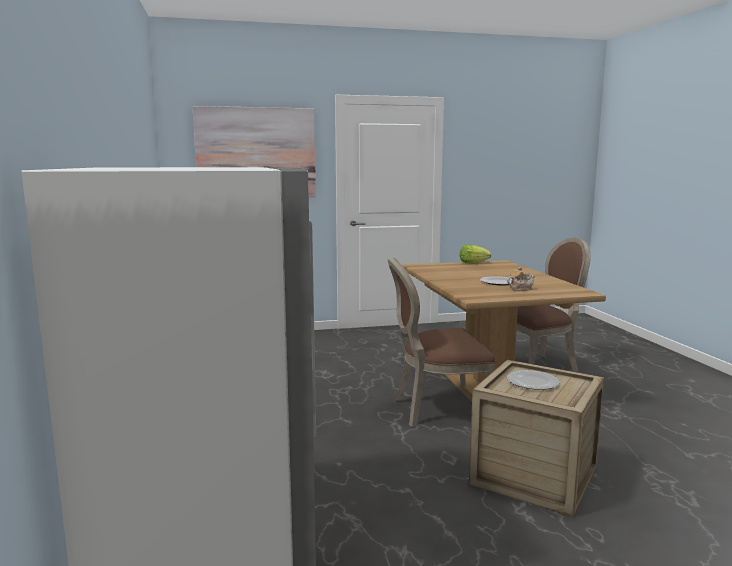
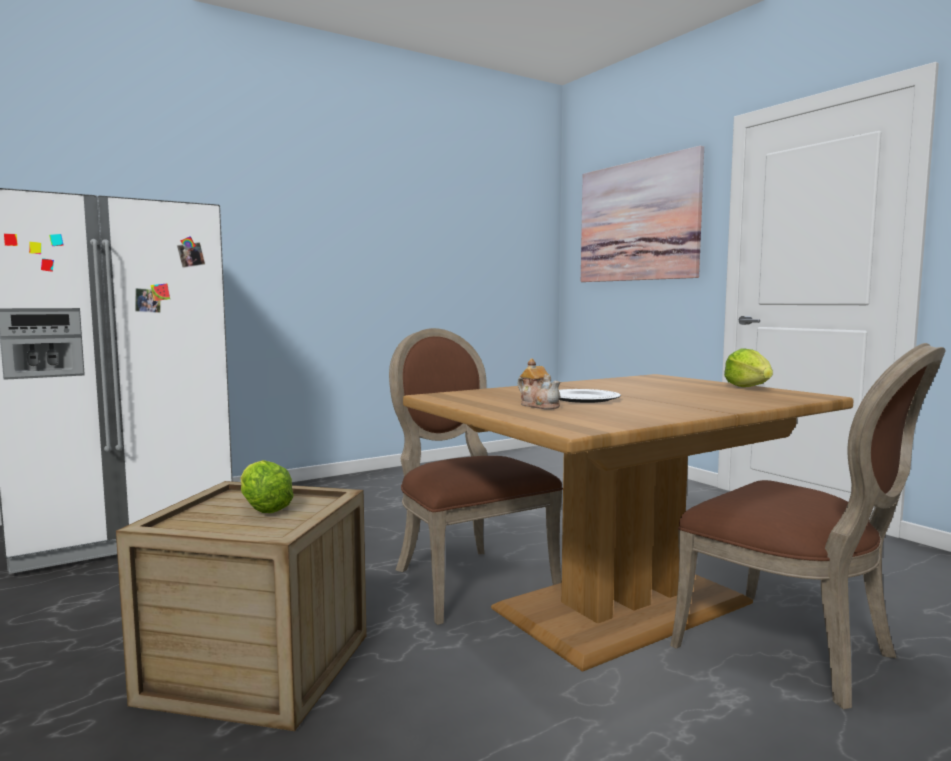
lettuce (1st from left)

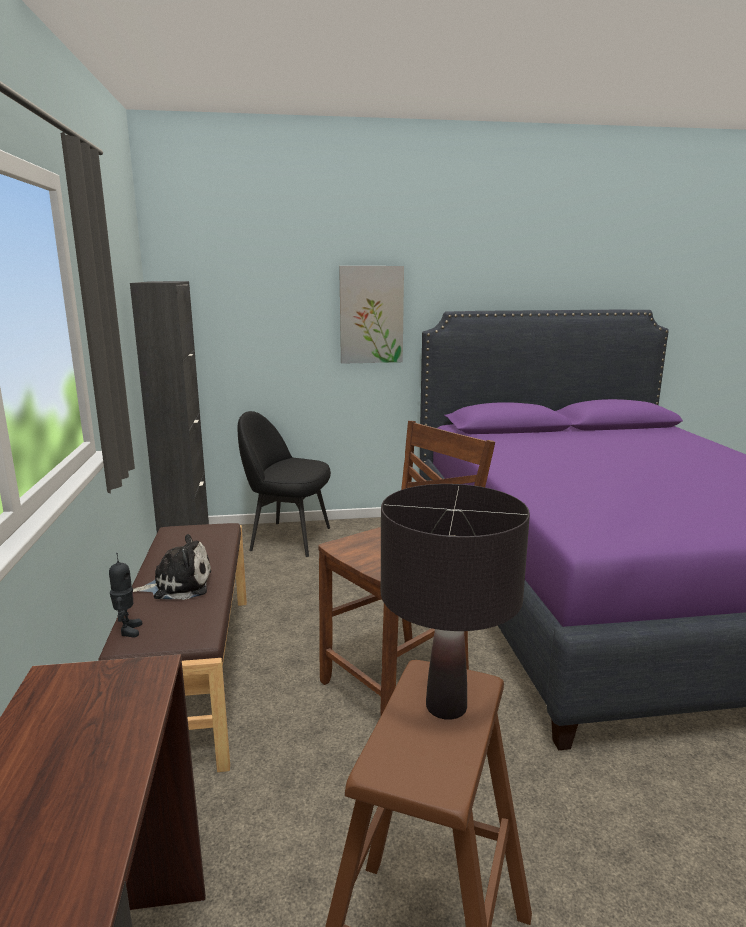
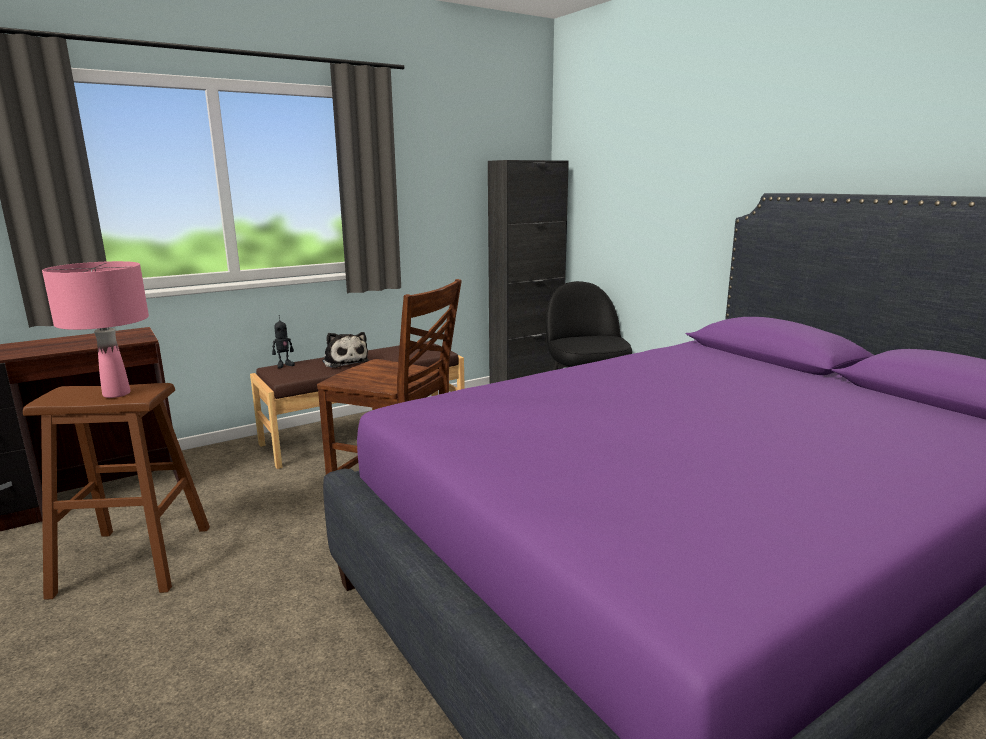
picture; table lamp (pink)

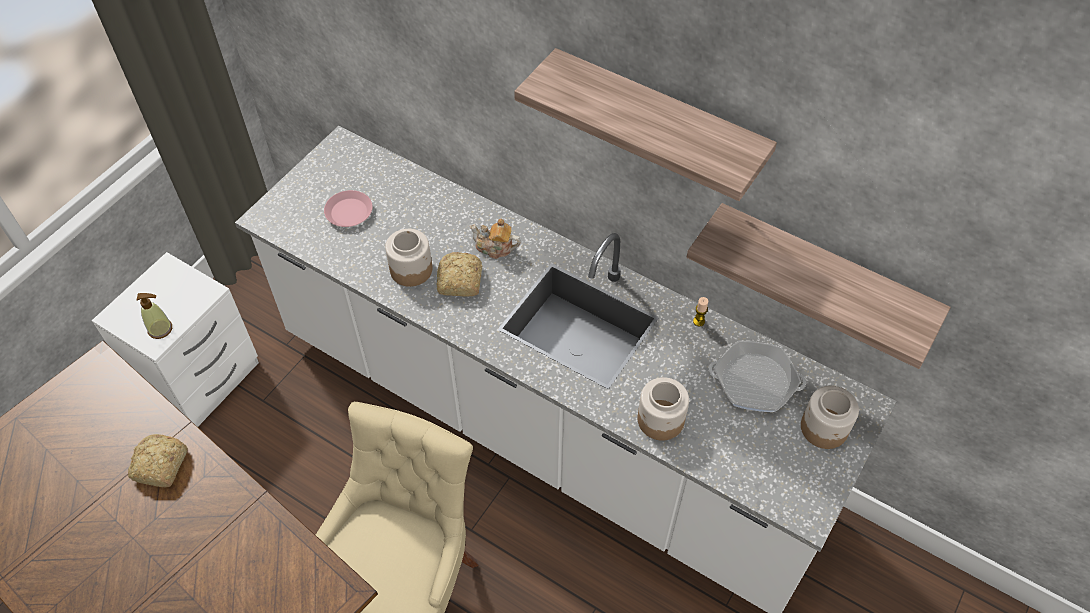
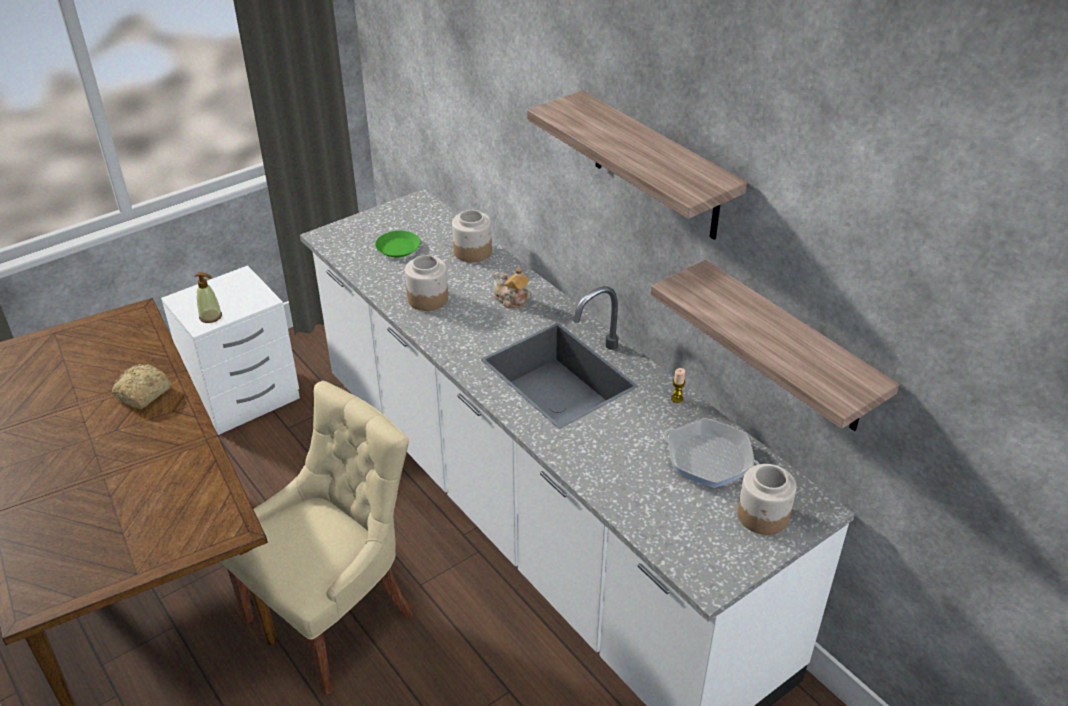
plate (green); bread (2nd from left in the first image); jar (2nd from left)

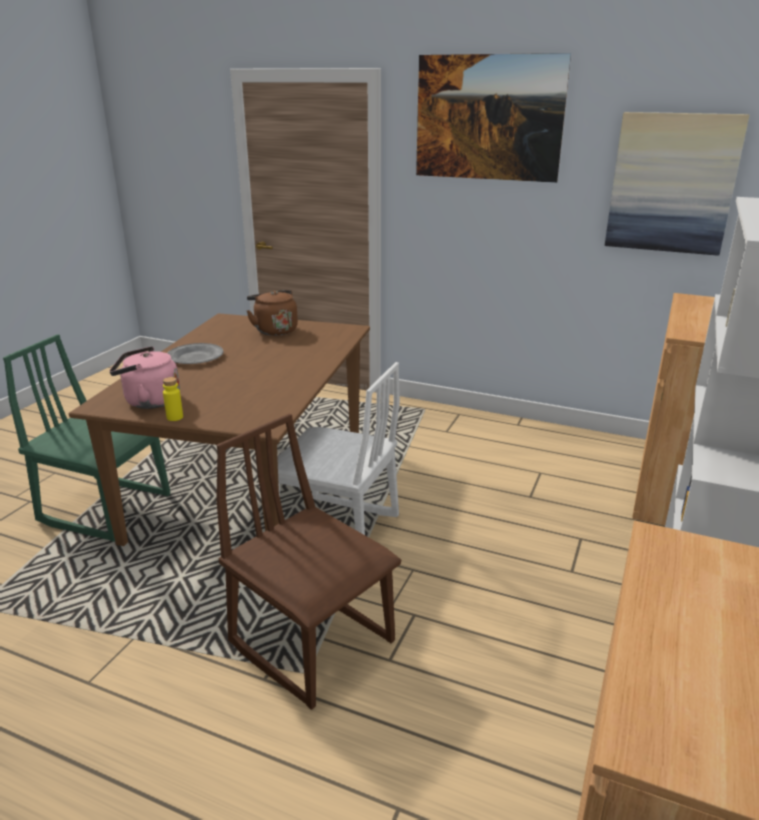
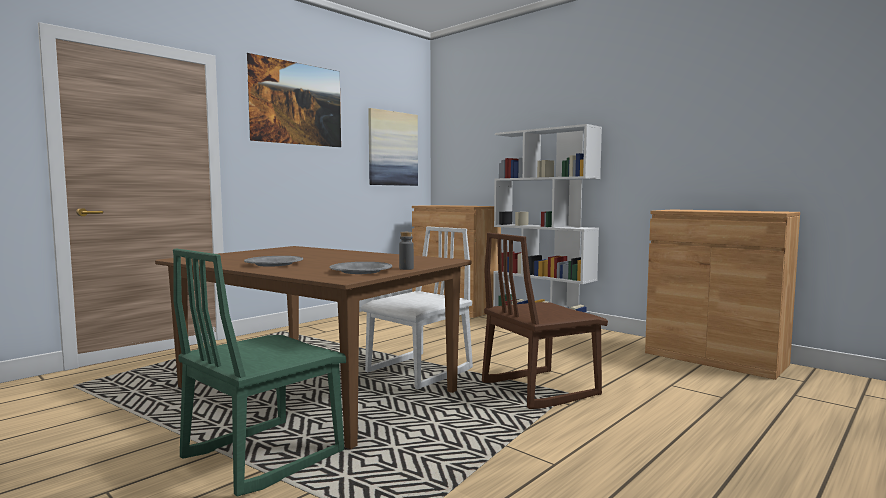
kettle (brown); plate (grey) (2nd from left); bottle (grey)

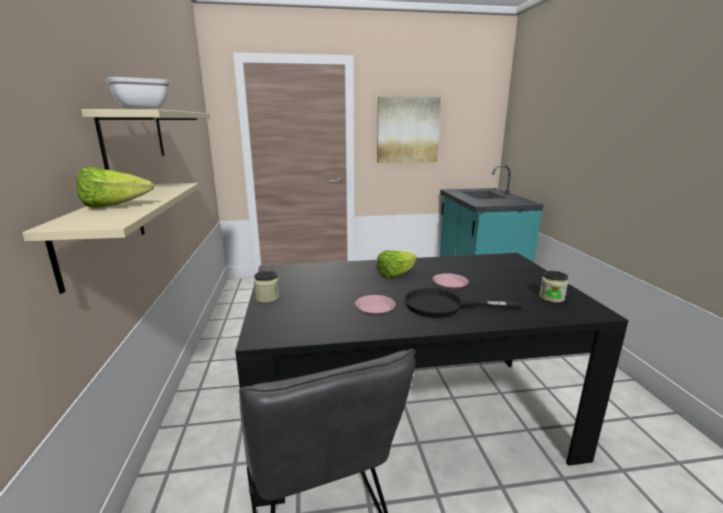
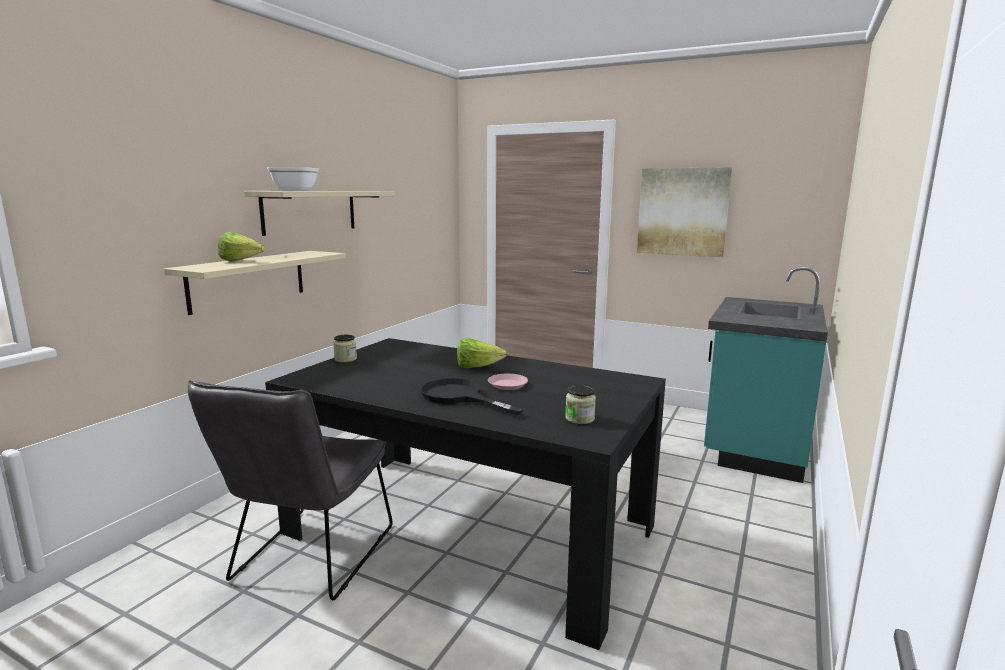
plate (pink) (1st from left in the first image)

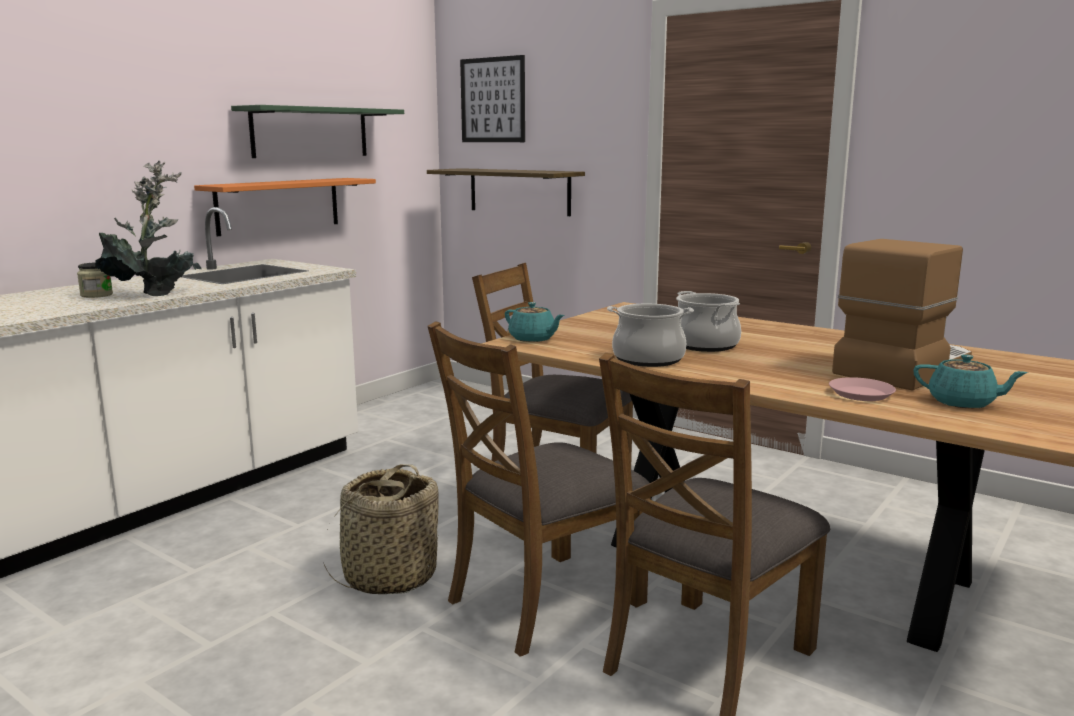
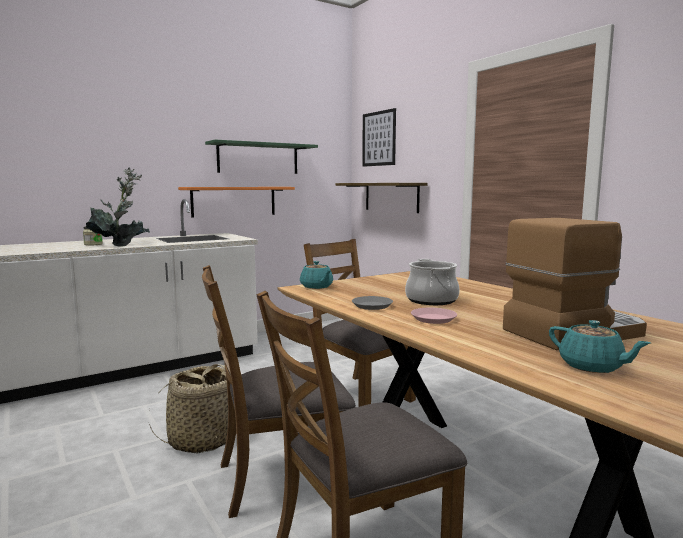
plate (grey); plate (pink)

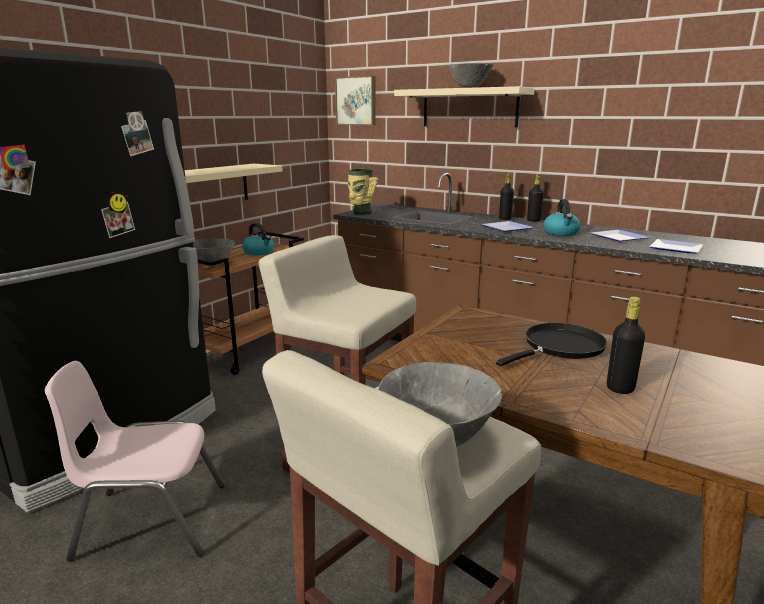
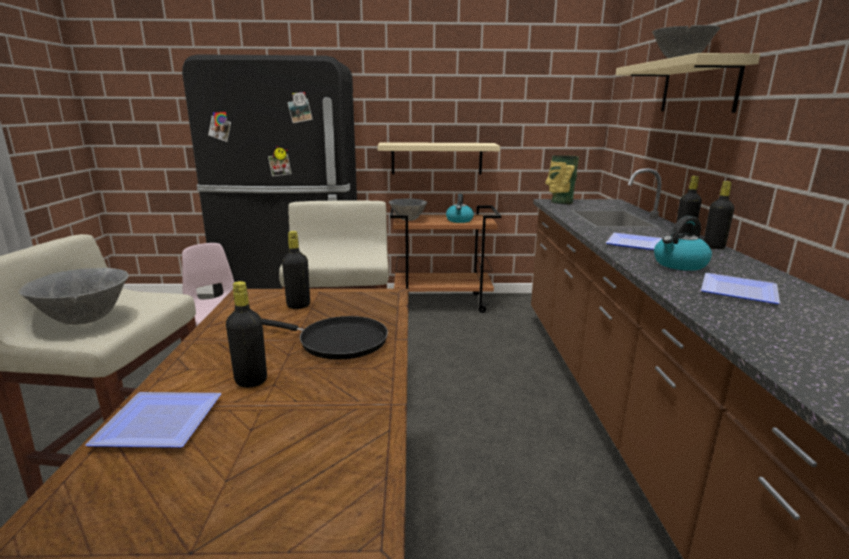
picture; plate (1st from left); bottle (black) (2nd from left)

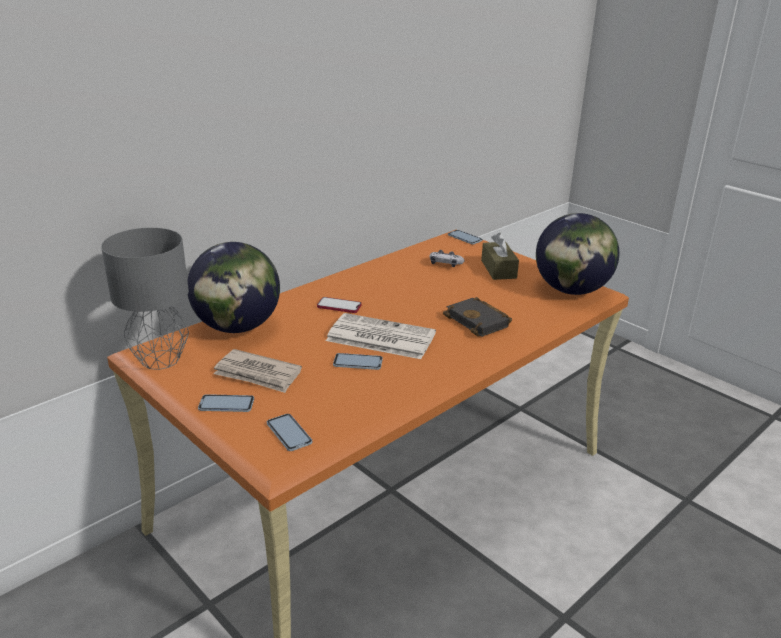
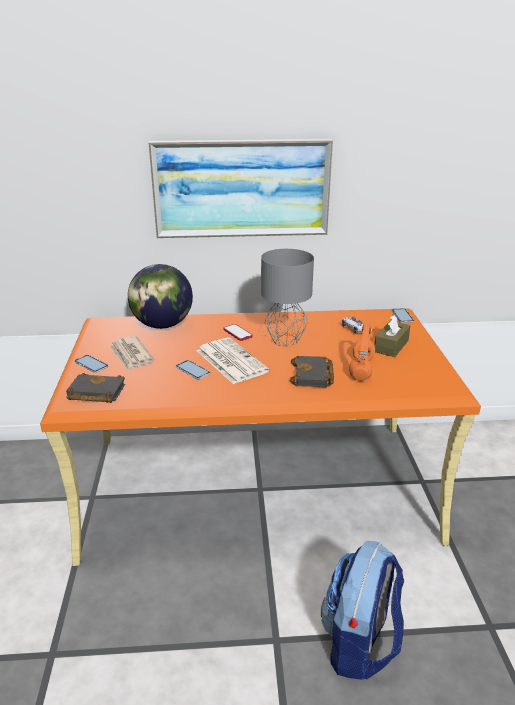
globe (2nd from left in the first image); table lamp (grey); book (black) (1st from left); picture; headphones (orange); backpack

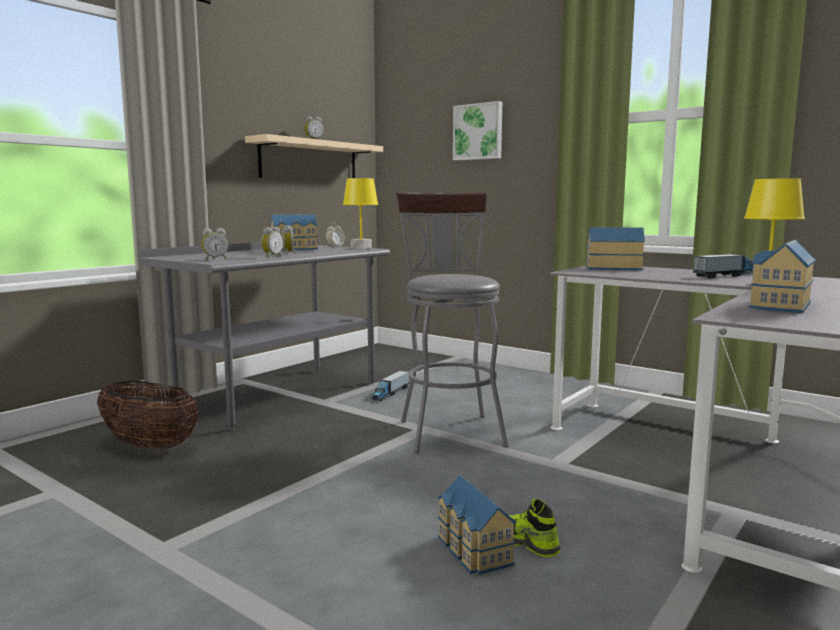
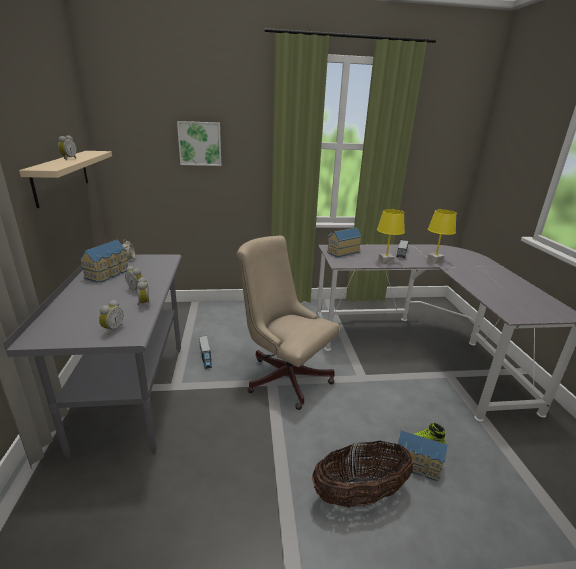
table lamp (yellow) (1st from left); office chair (beige); toy house (4th from left in the first image); basket

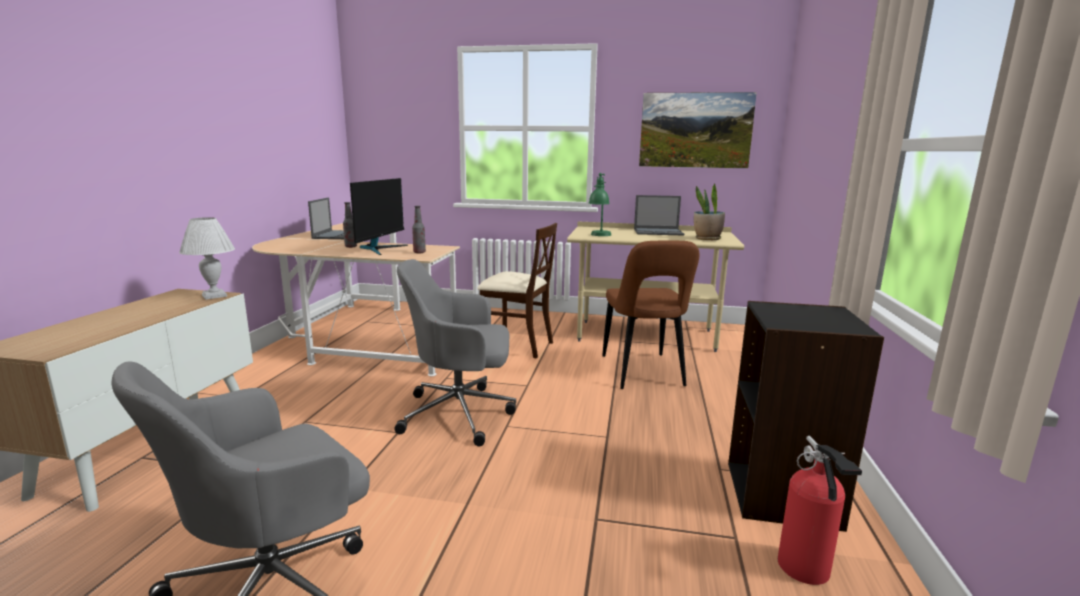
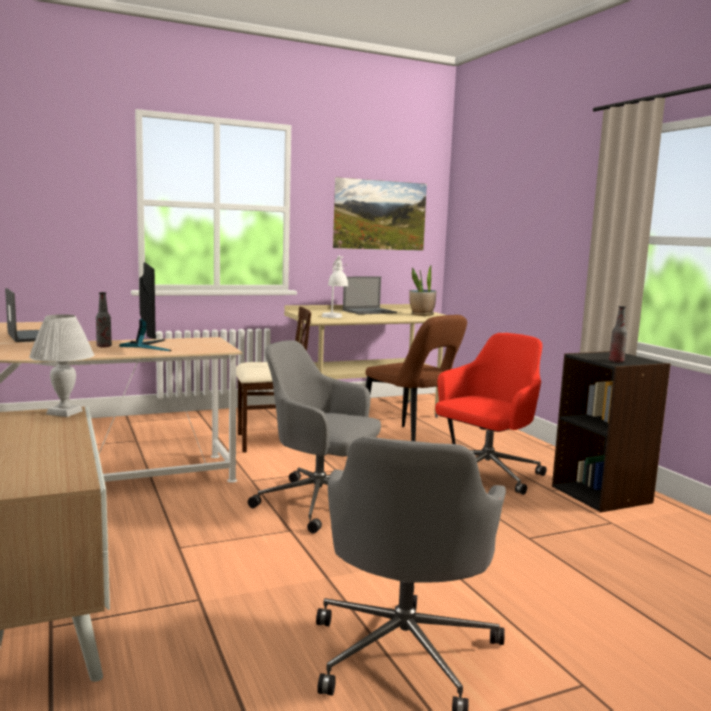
table lamp (white) (2nd from left); bottle (2nd from left); office chair (grey) (1st from left); fire extinguisher; office chair (red)

